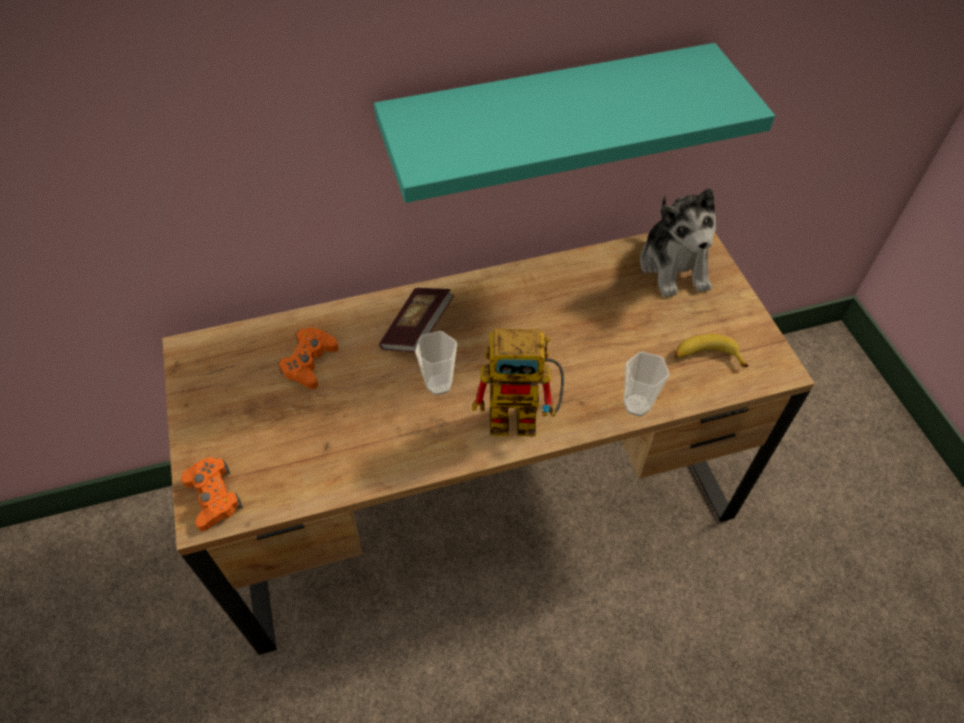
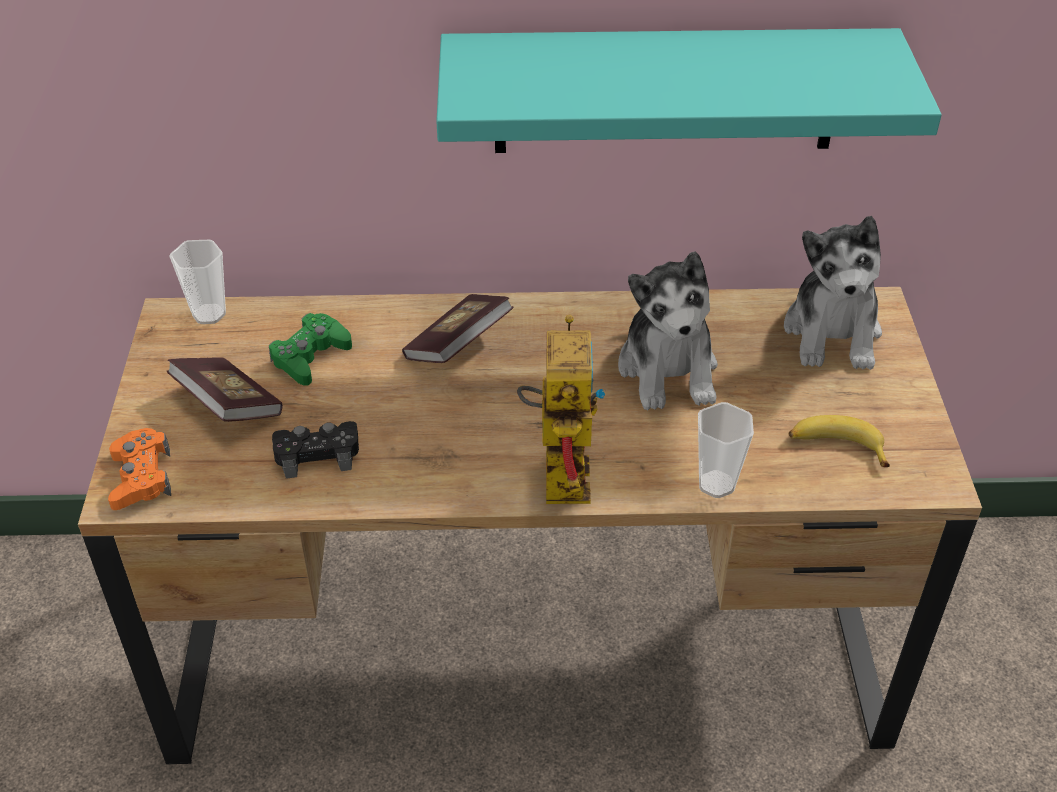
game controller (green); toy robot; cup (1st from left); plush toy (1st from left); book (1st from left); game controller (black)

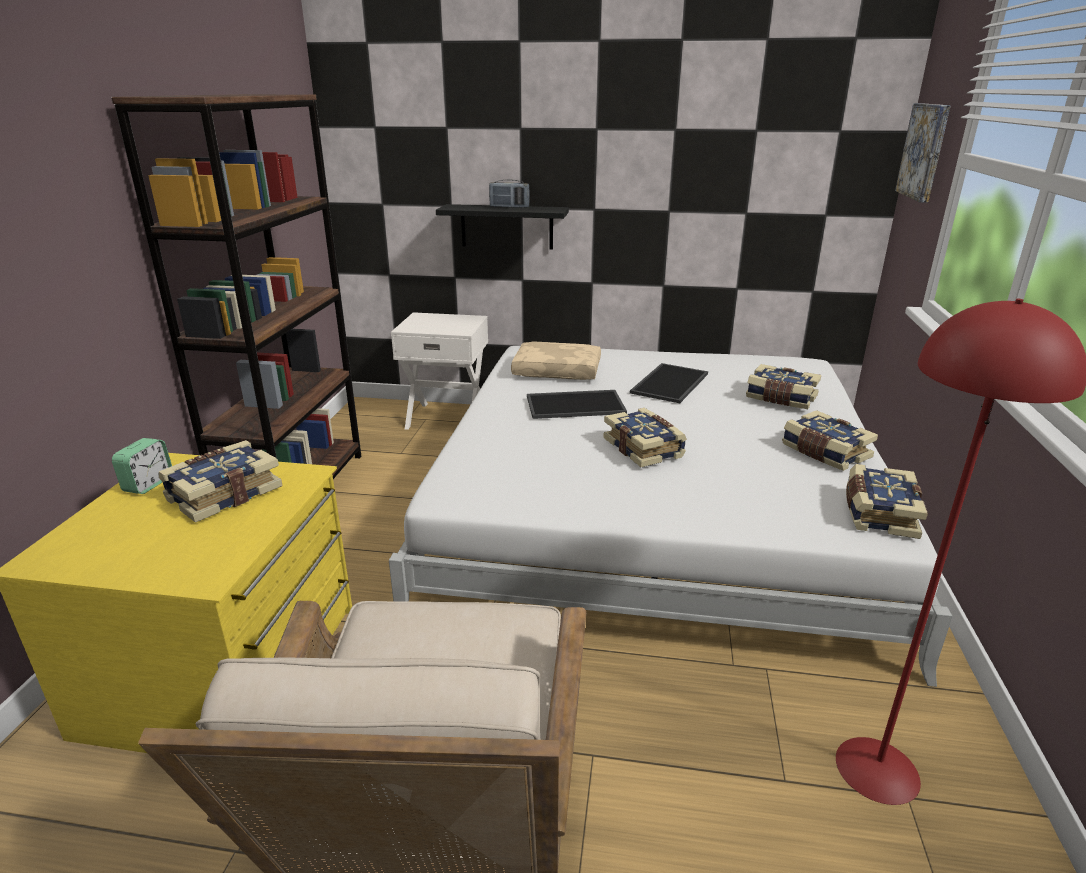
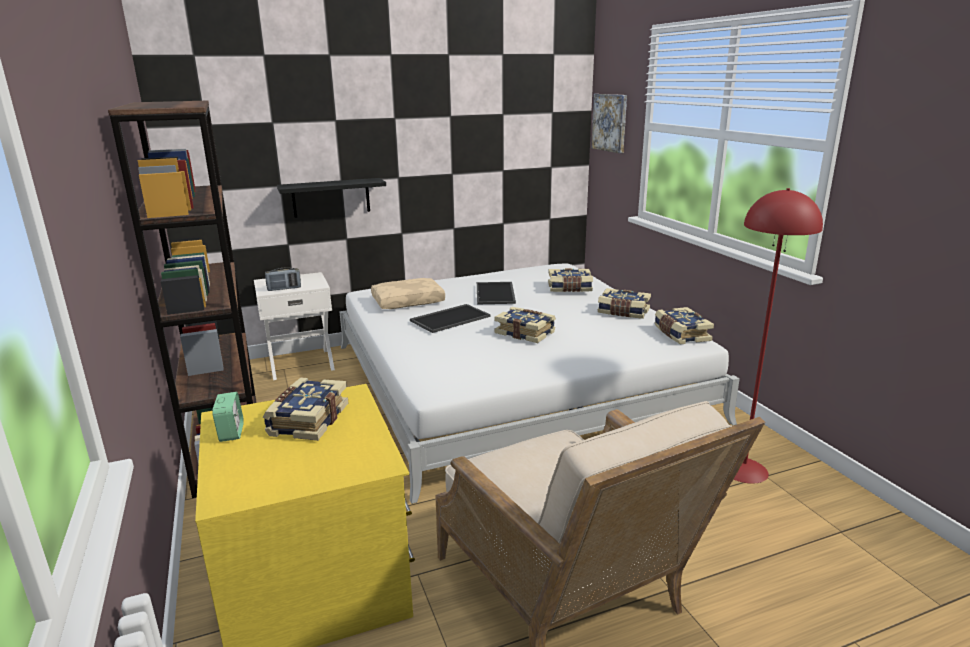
radio

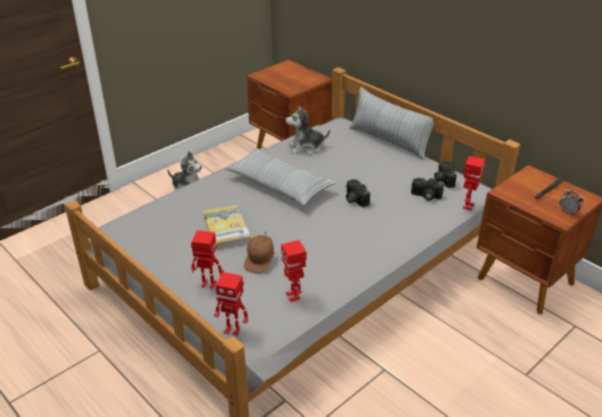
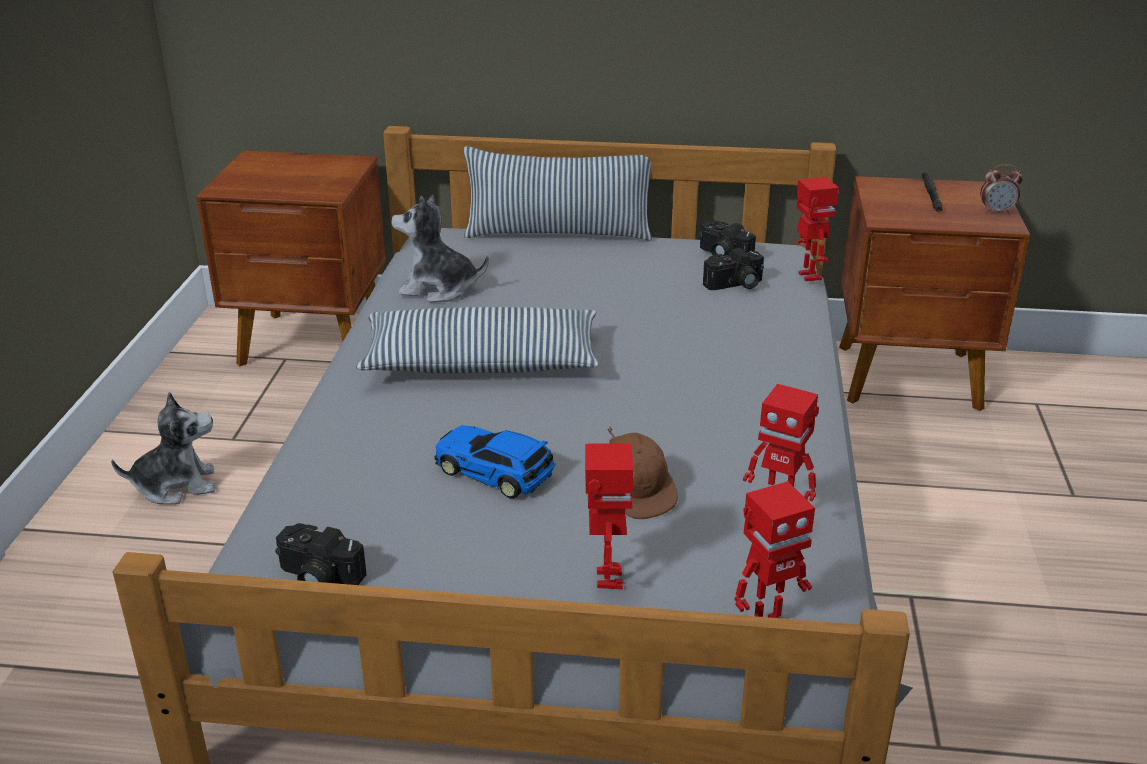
plush toy (2nd from left); photo camera (1st from left); toy car; toy robot (1st from left)

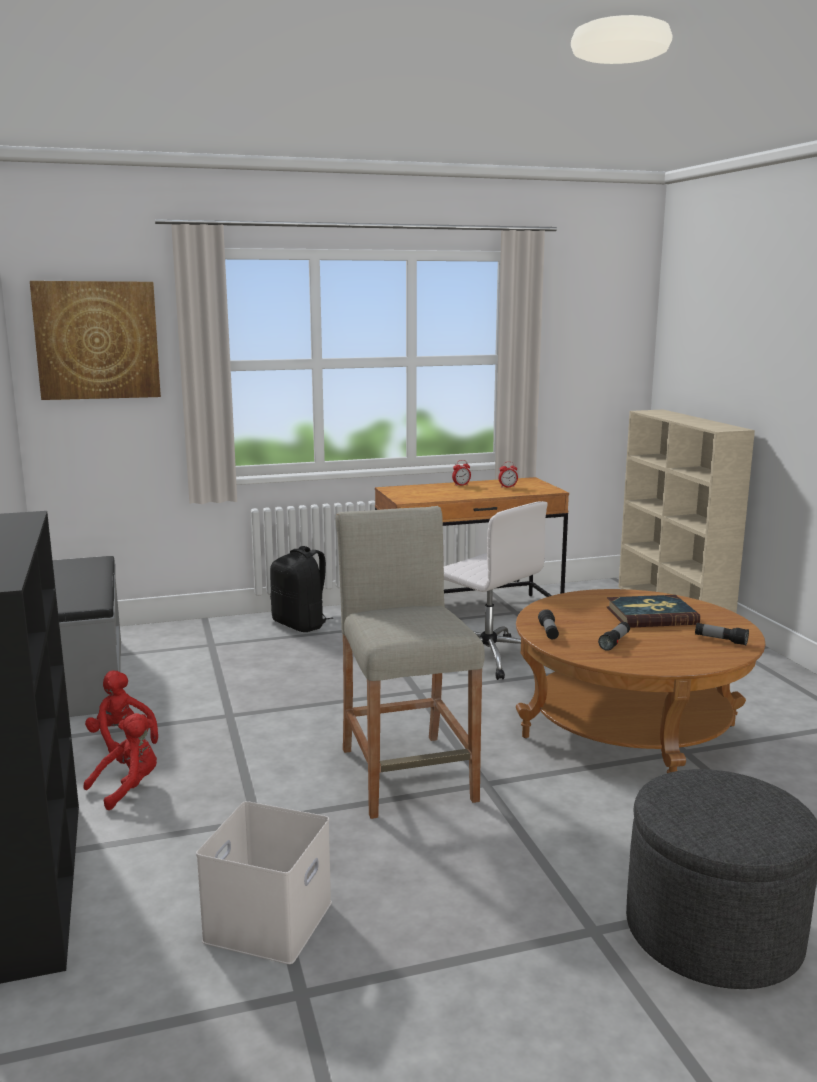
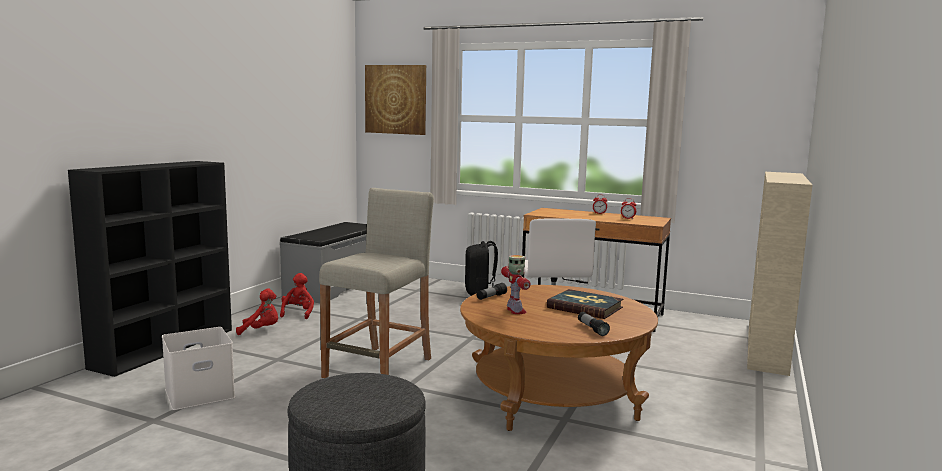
toy robot

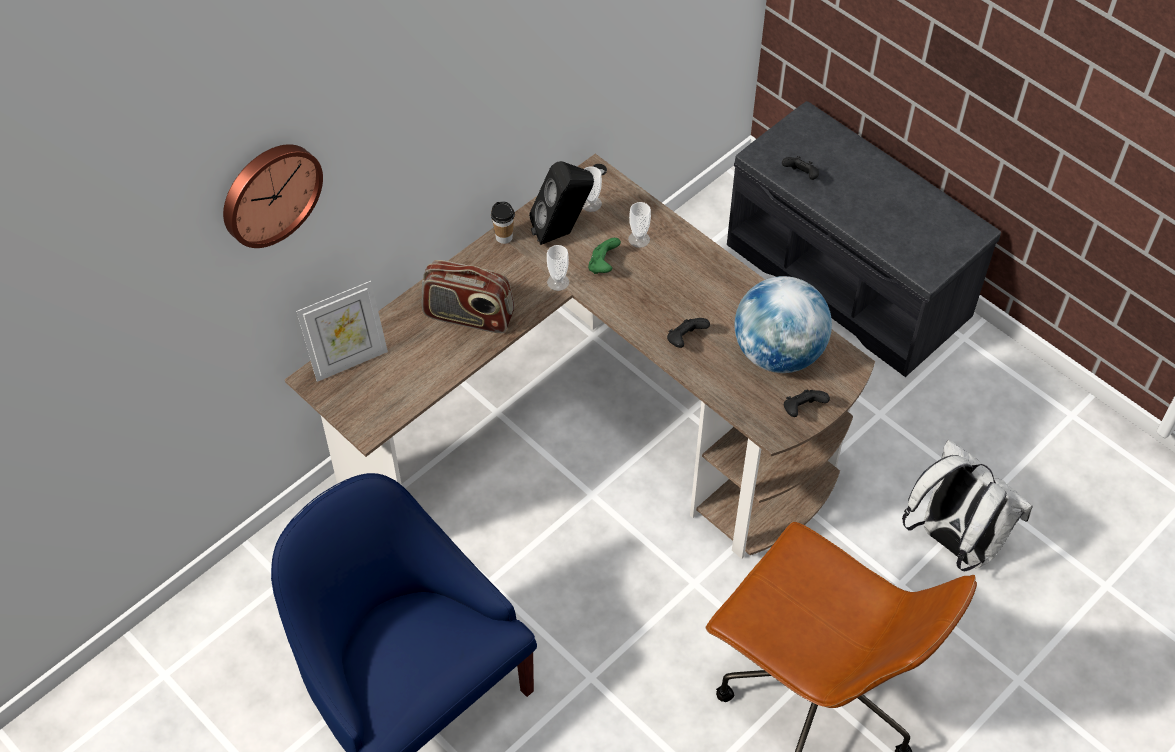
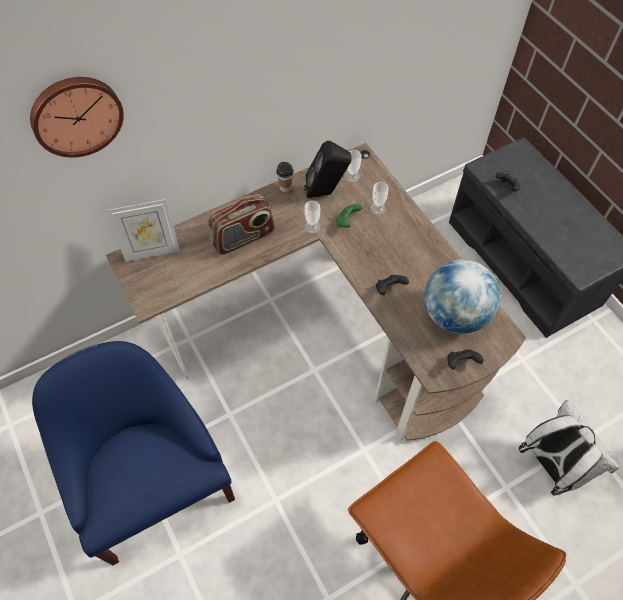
radio

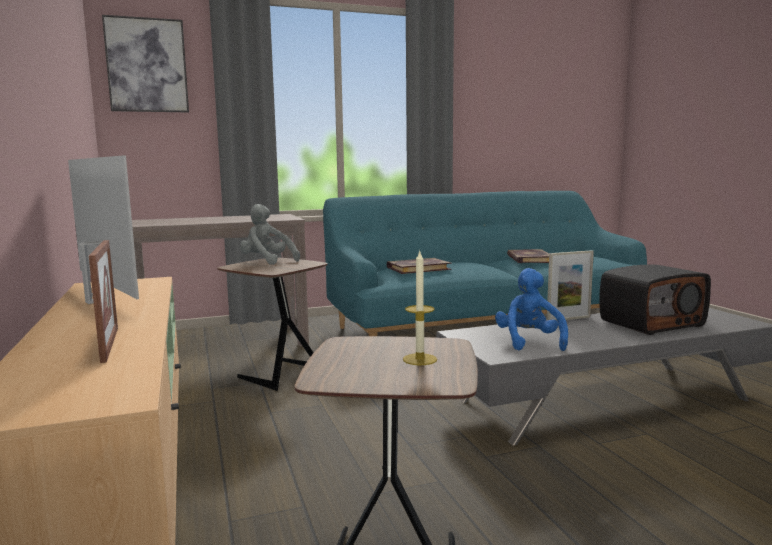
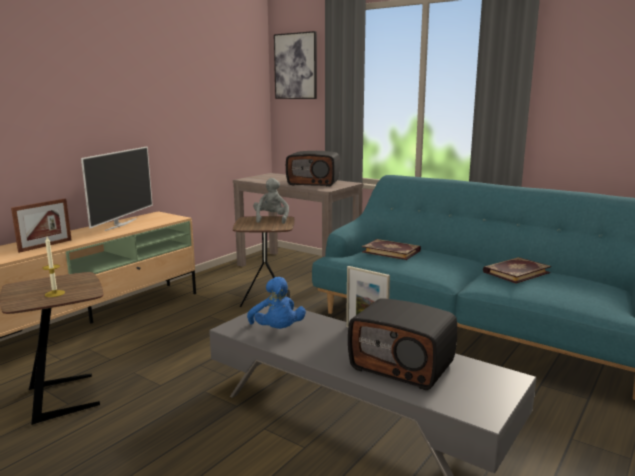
plush toy (blue); radio (1st from left)

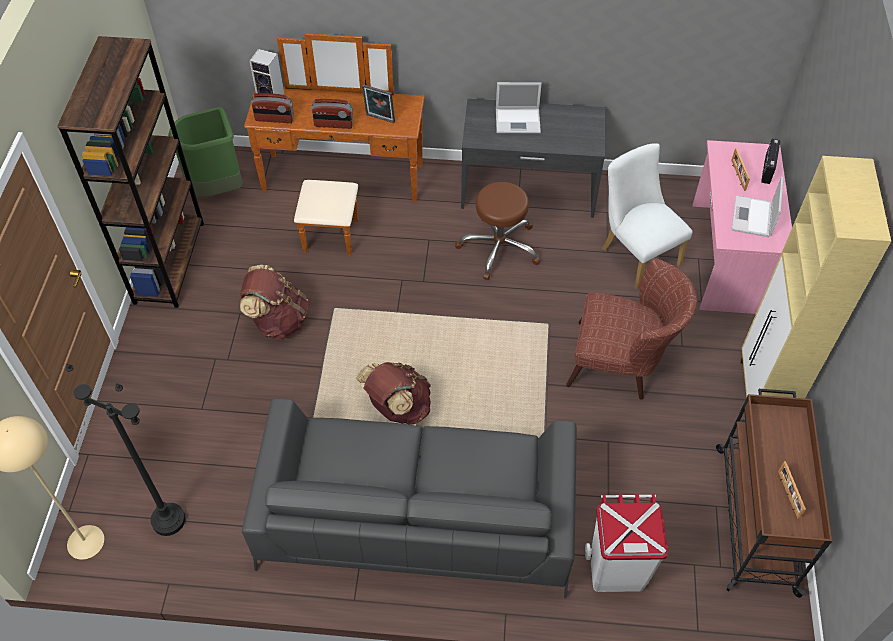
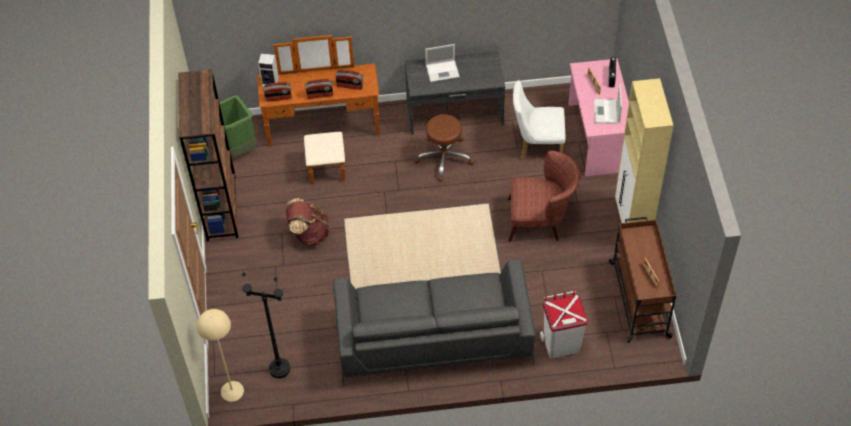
radio (3rd from left); chair (white); backpack (brown) (2nd from left in the first image)

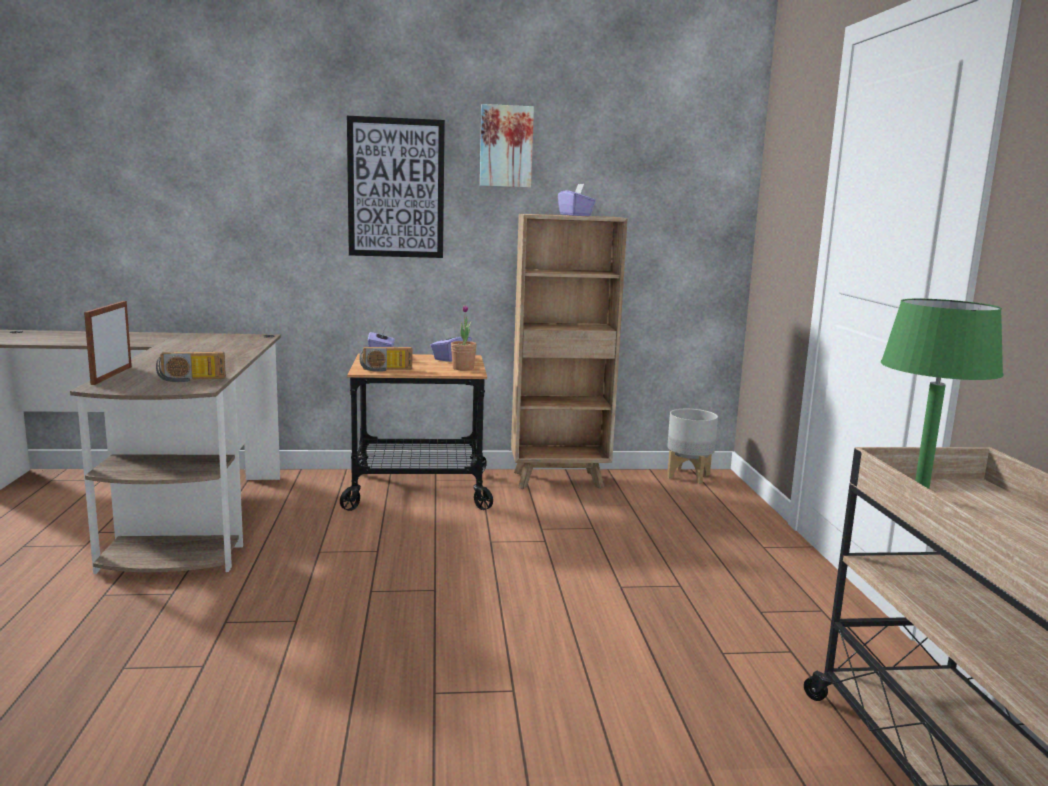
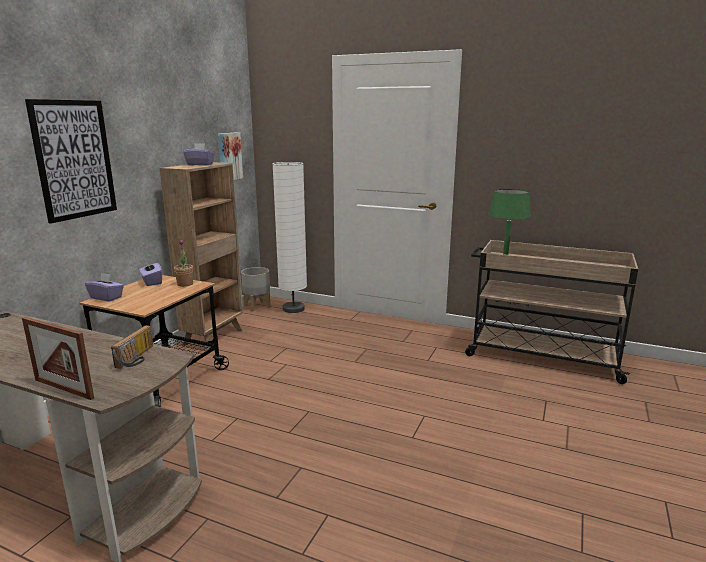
picture (2nd from left); radio (2nd from left in the first image); floor lamp (white)

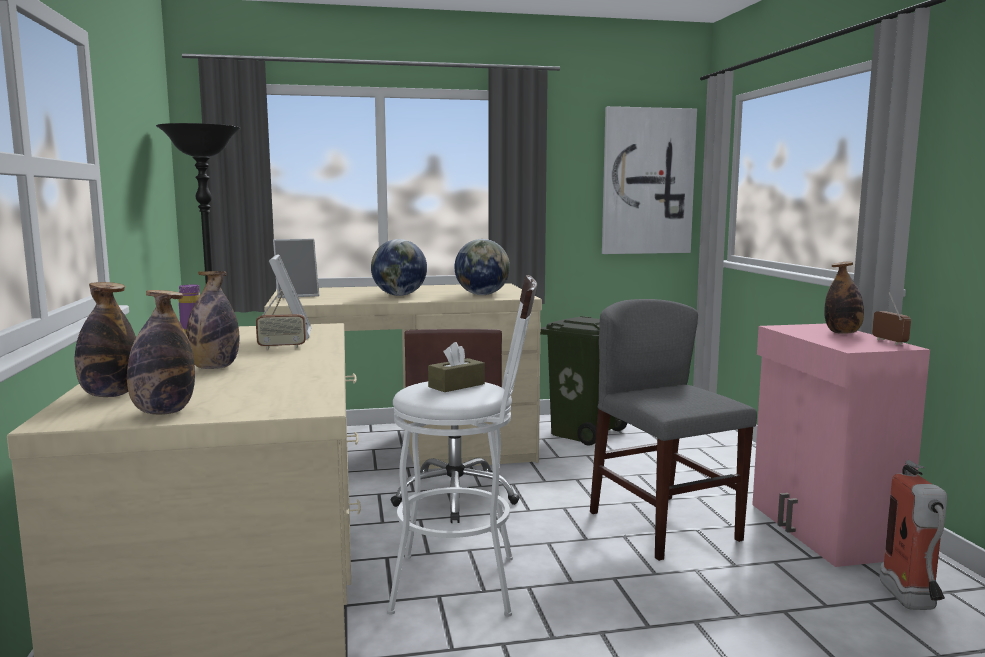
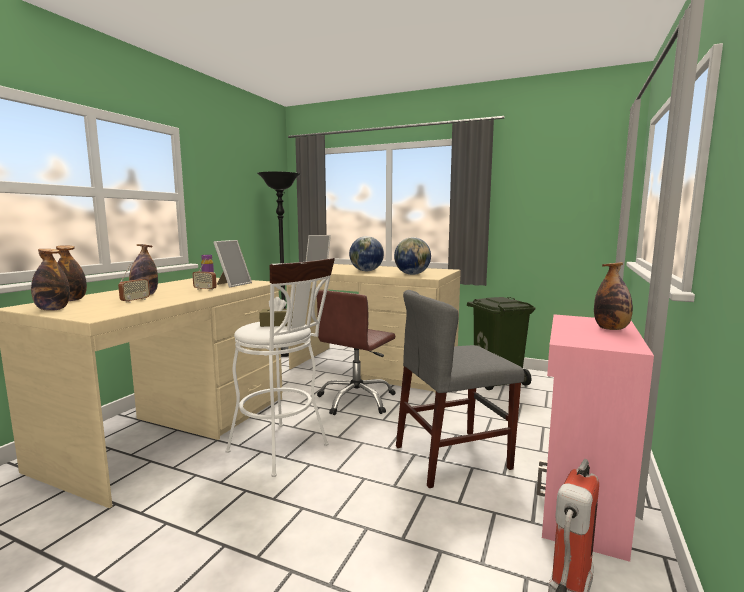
picture; radio (1st from left); chair (grey)

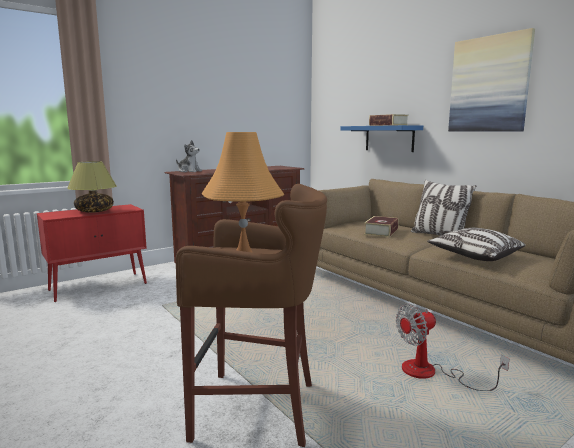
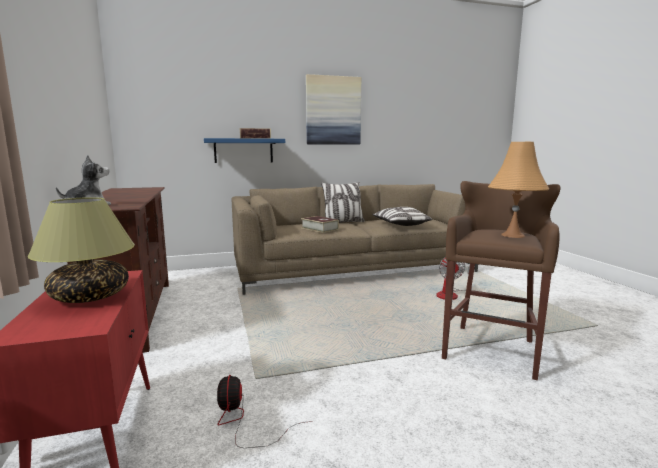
fan (1st from left)

